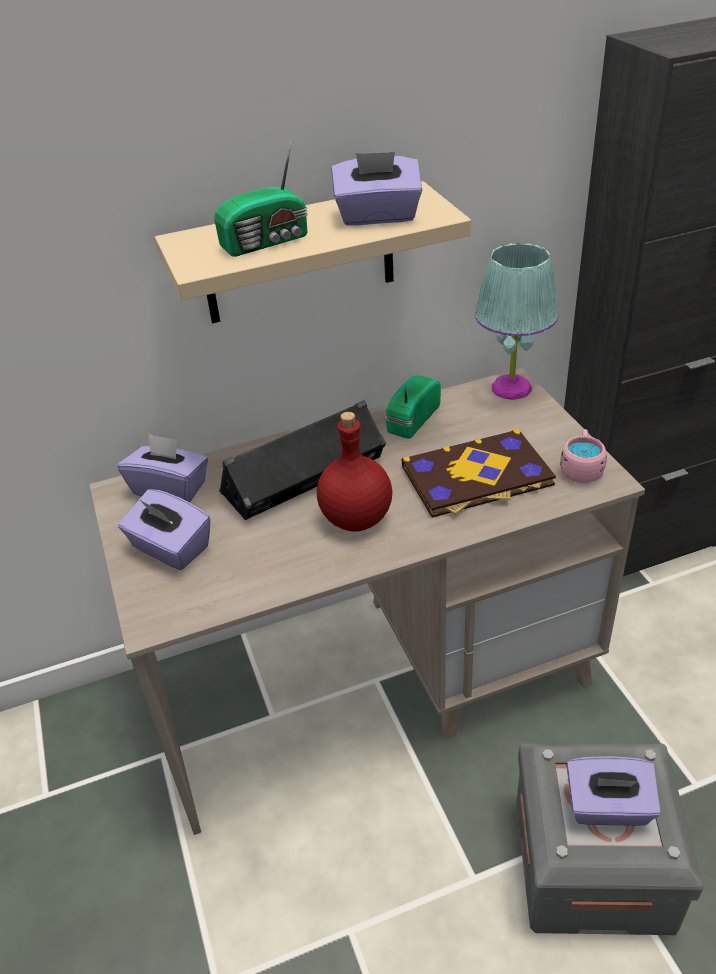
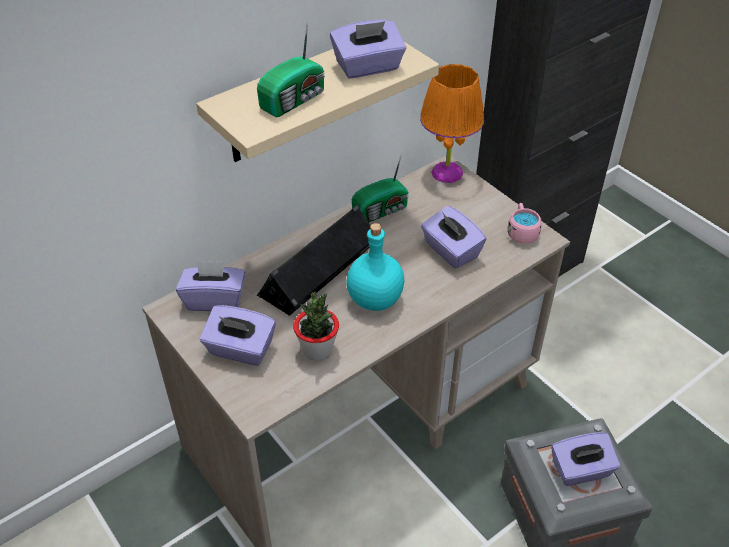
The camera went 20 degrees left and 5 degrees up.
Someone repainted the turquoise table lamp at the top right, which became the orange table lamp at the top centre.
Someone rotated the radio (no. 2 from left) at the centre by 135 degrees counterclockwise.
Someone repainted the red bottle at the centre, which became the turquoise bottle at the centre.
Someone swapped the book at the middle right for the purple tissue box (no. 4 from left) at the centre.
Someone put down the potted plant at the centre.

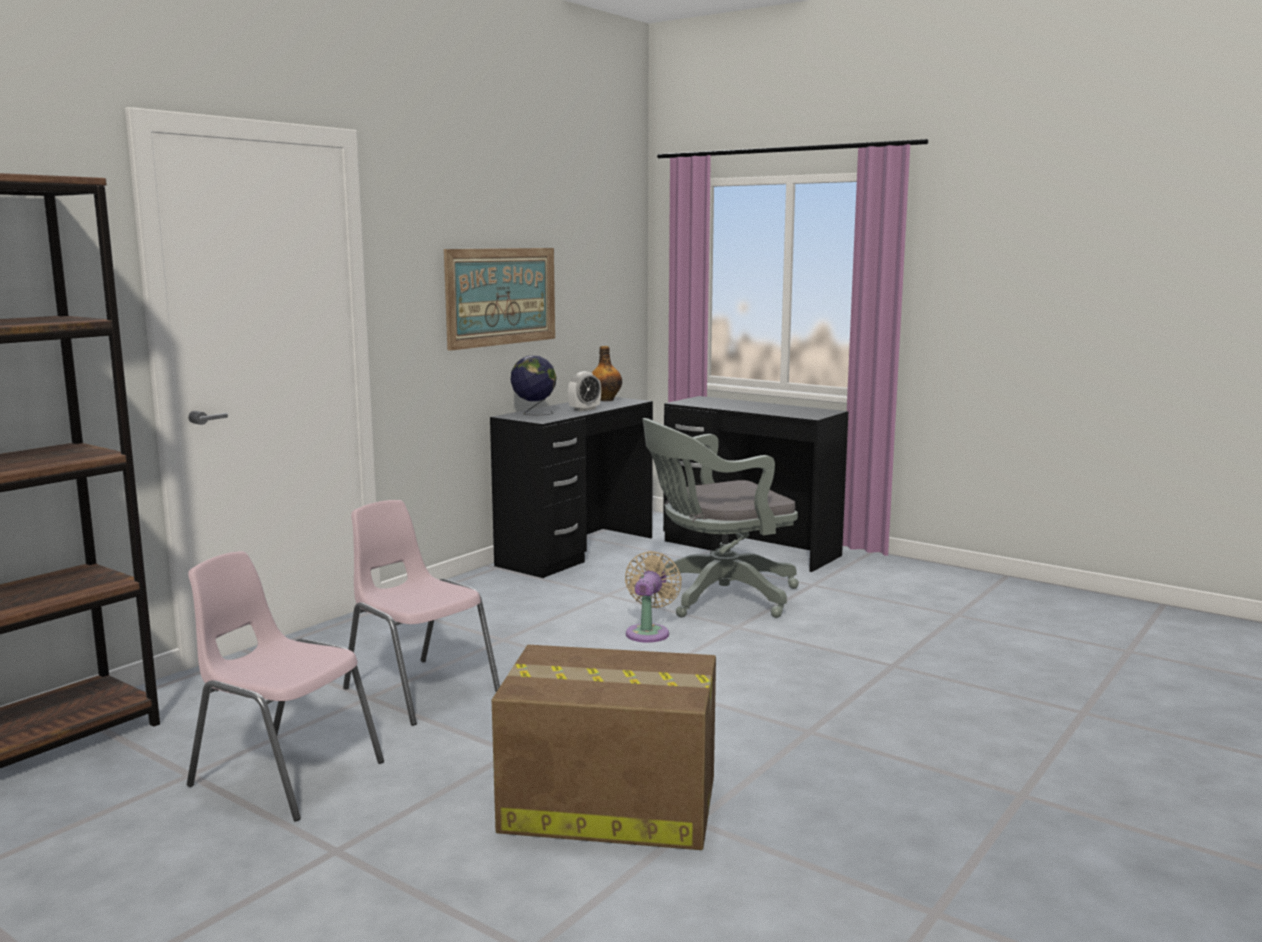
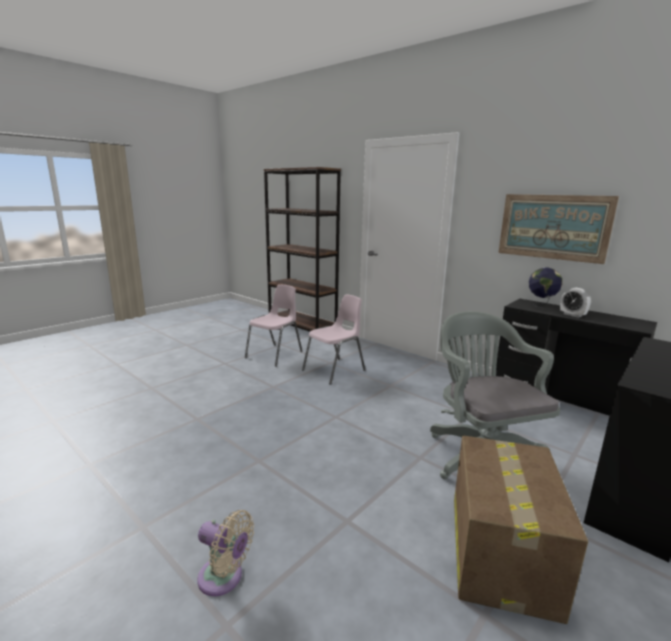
The camera went 95 degrees right and 5 degrees up.
Someone took away the bottle at the centre.
Someone carried the beige fan from the centre to the bottom centre.
Someone carried the cardboard box from the bottom centre to the bottom right.

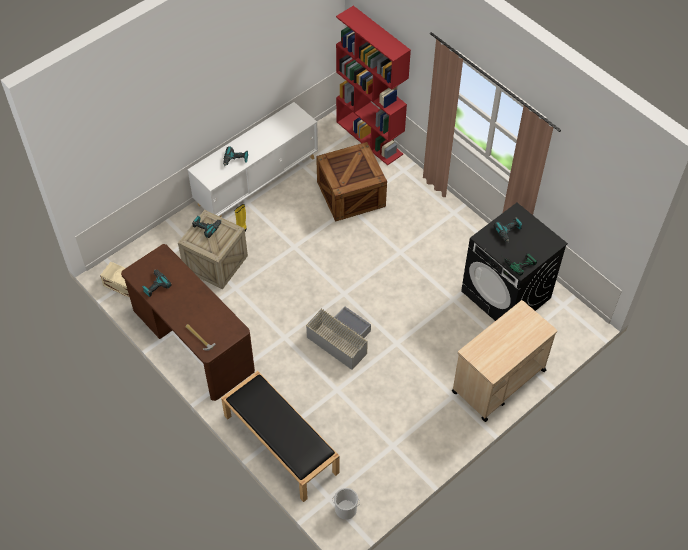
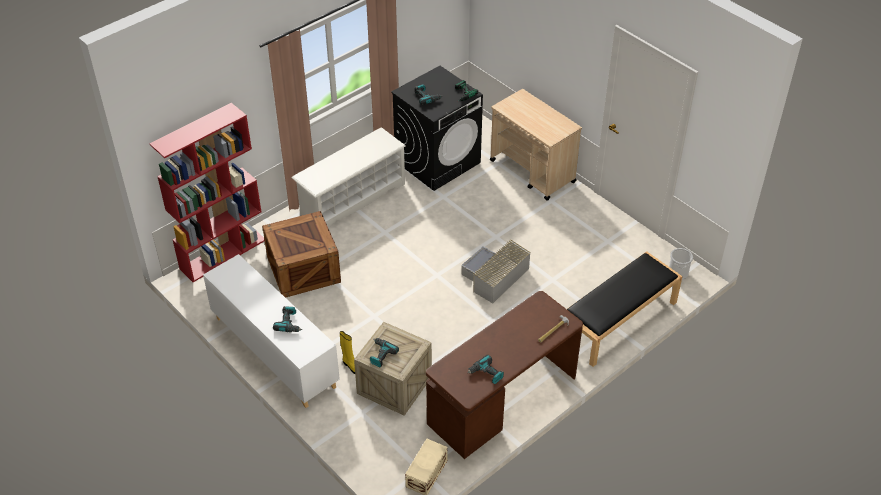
The camera went 90 degrees left and 10 degrees down.
Someone put down the white shoe rack at the centre.

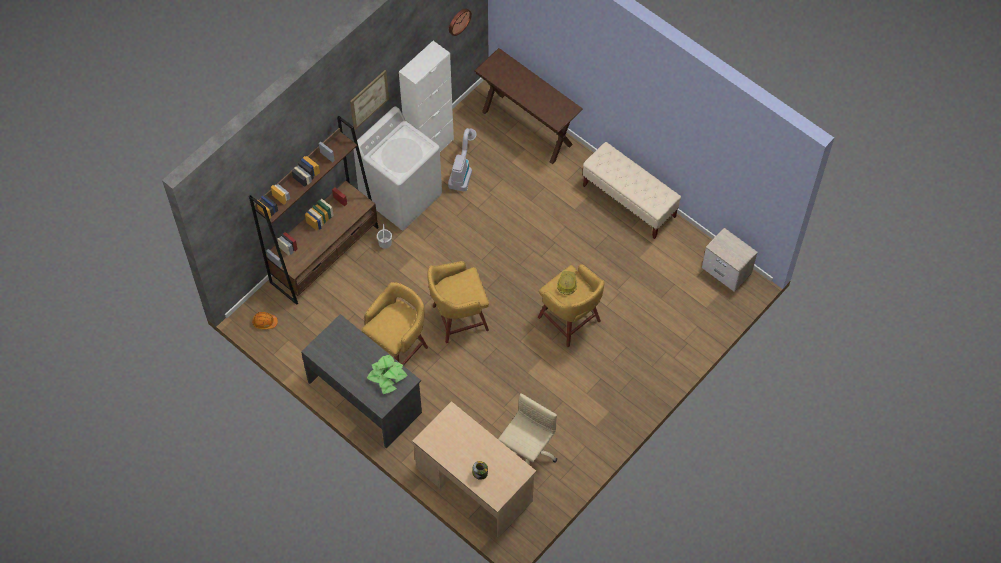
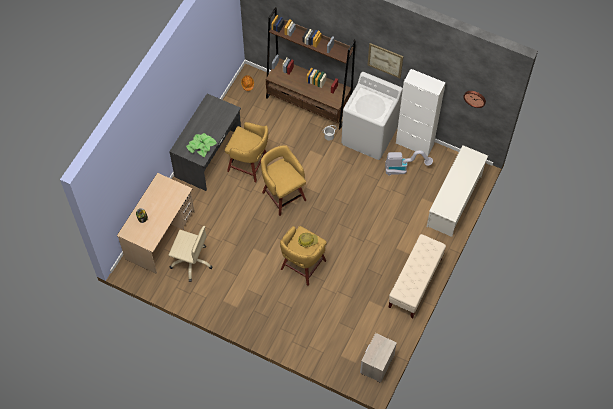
The camera went 75 degrees right and 0 degrees up.
Someone swapped the brown console table at the top centre for the white shoe rack at the middle right.

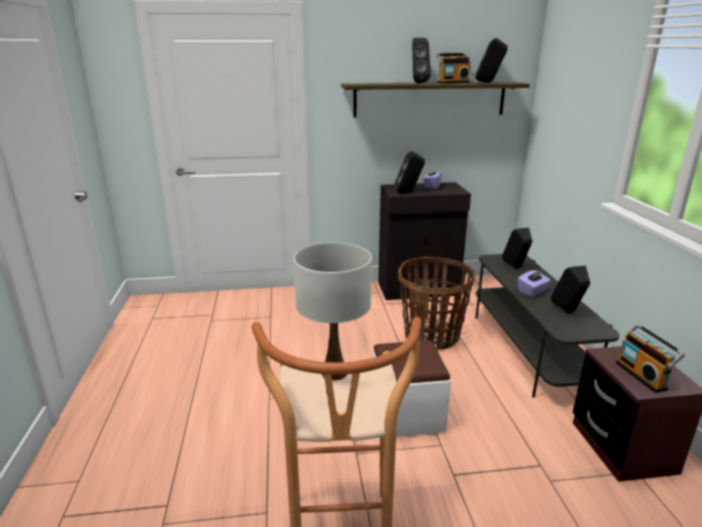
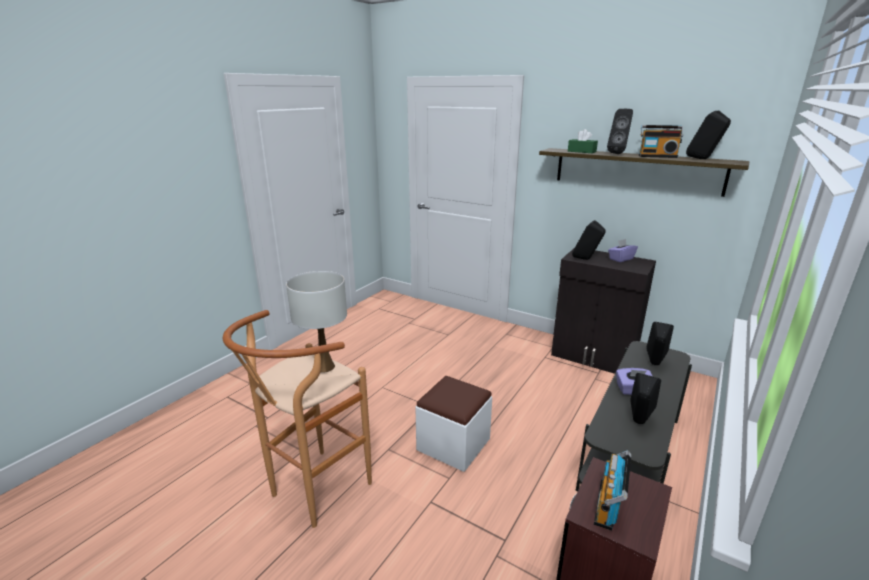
The camera went 40 degrees right and 0 degrees up.
Someone took away the basket at the centre.
Someone put down the green tissue box at the top right.

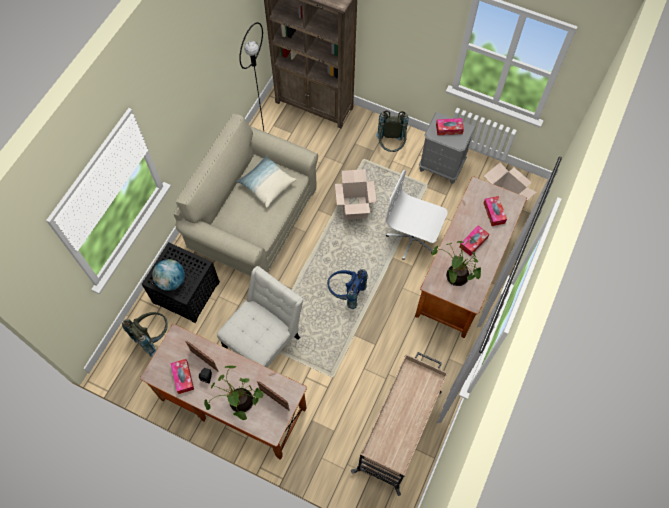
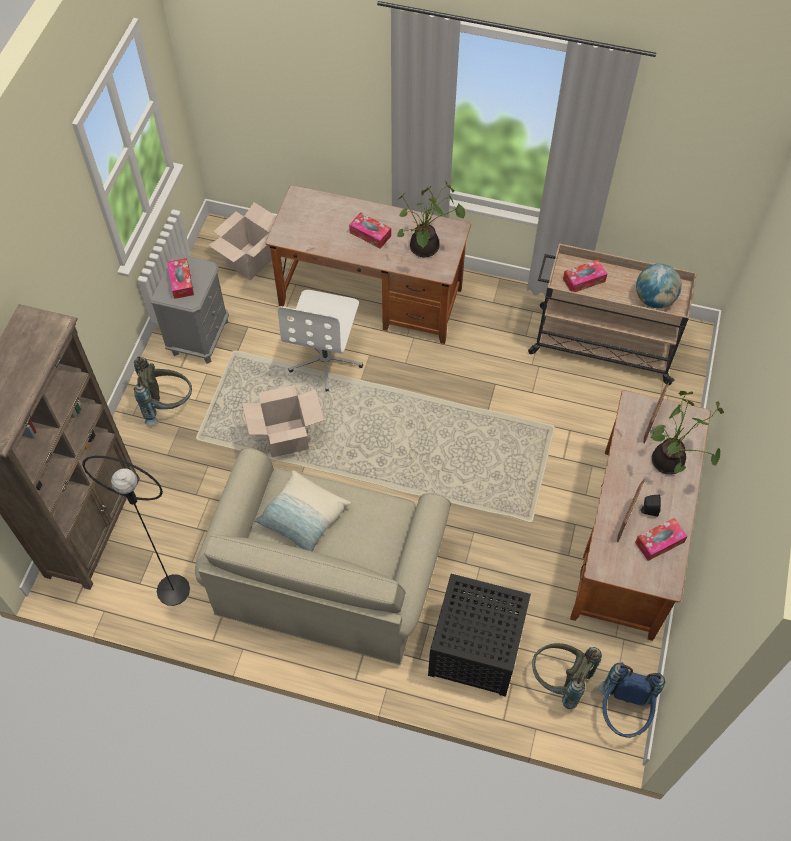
The camera went 100 degrees left and 5 degrees down.
Someone carried the tissue box (no. 4 from left in the first image) from the middle right to the top right.
Someone carried the globe from the middle left to the middle right.
Someone took away the white chair at the centre.
Someone carried the blue backpack from the centre to the bottom right.

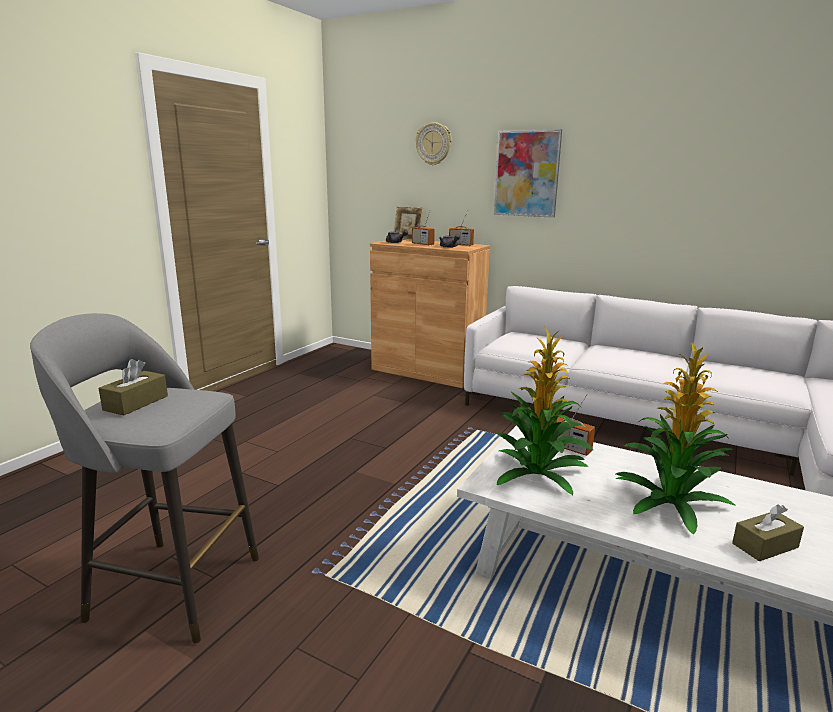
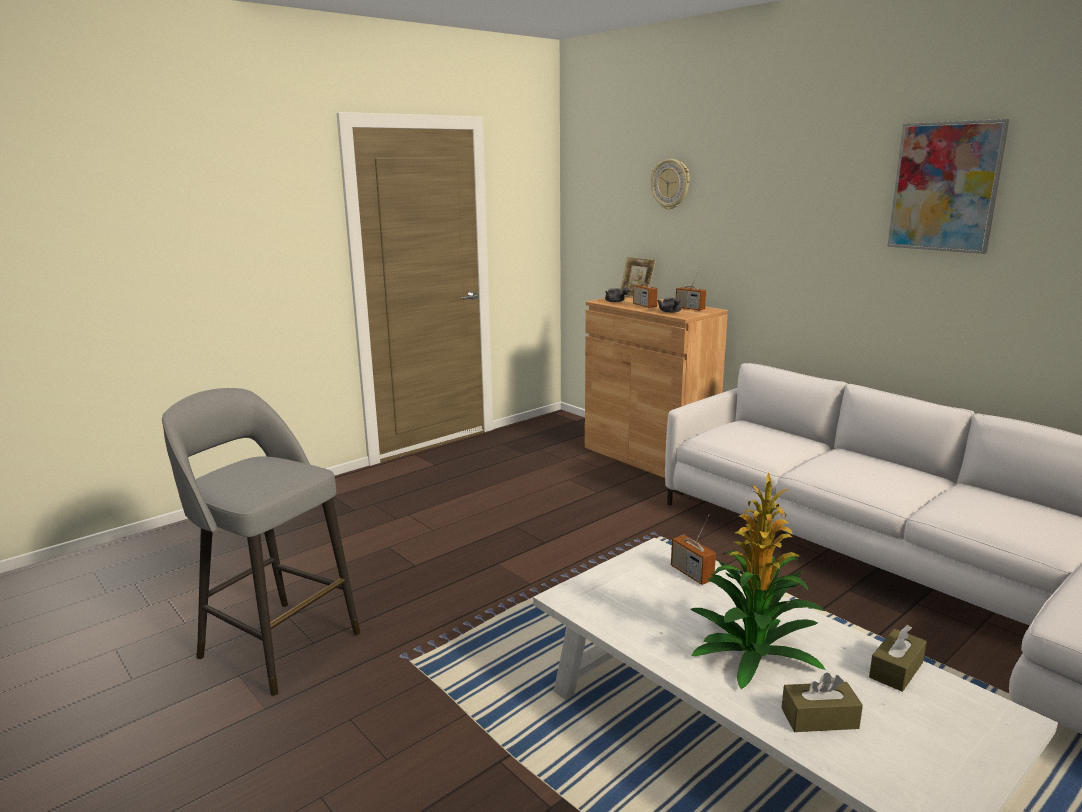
The camera went 20 degrees right and 0 degrees up.
Someone carried the picture from the top centre to the top right.
Someone took away the potted plant (no. 1 from left) at the centre.
Someone carried the brown tissue box (no. 1 from left in the first image) from the middle left to the bottom right.

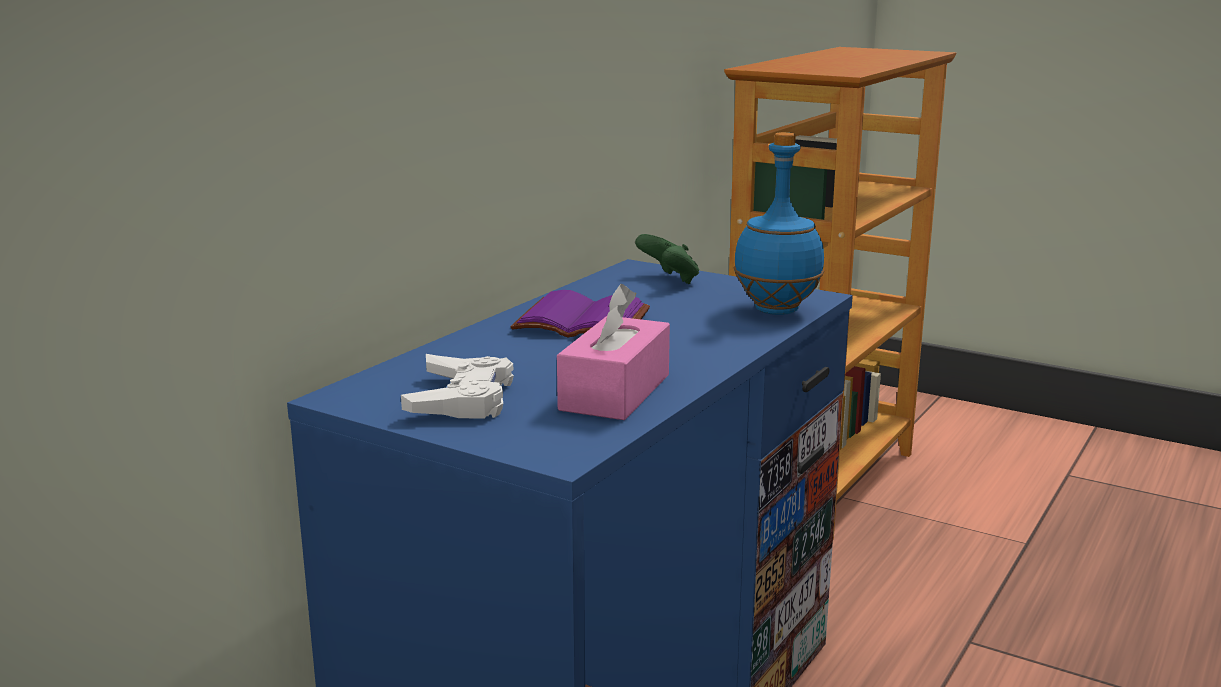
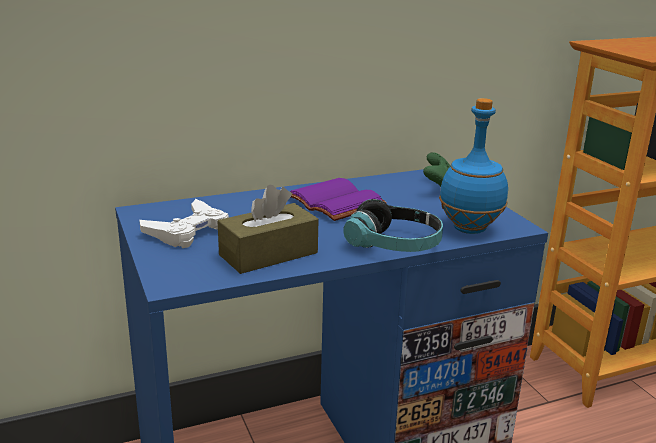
The camera went 35 degrees right and 5 degrees up.
Someone repainted the pink tissue box at the centre, which became the brown tissue box at the centre.
Someone put down the headphones at the centre.

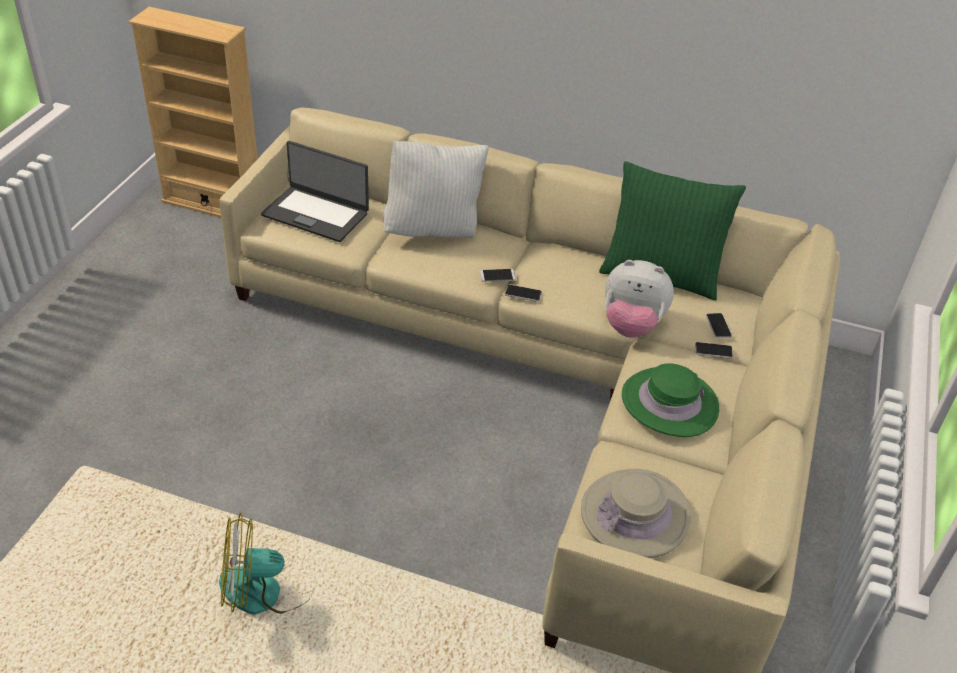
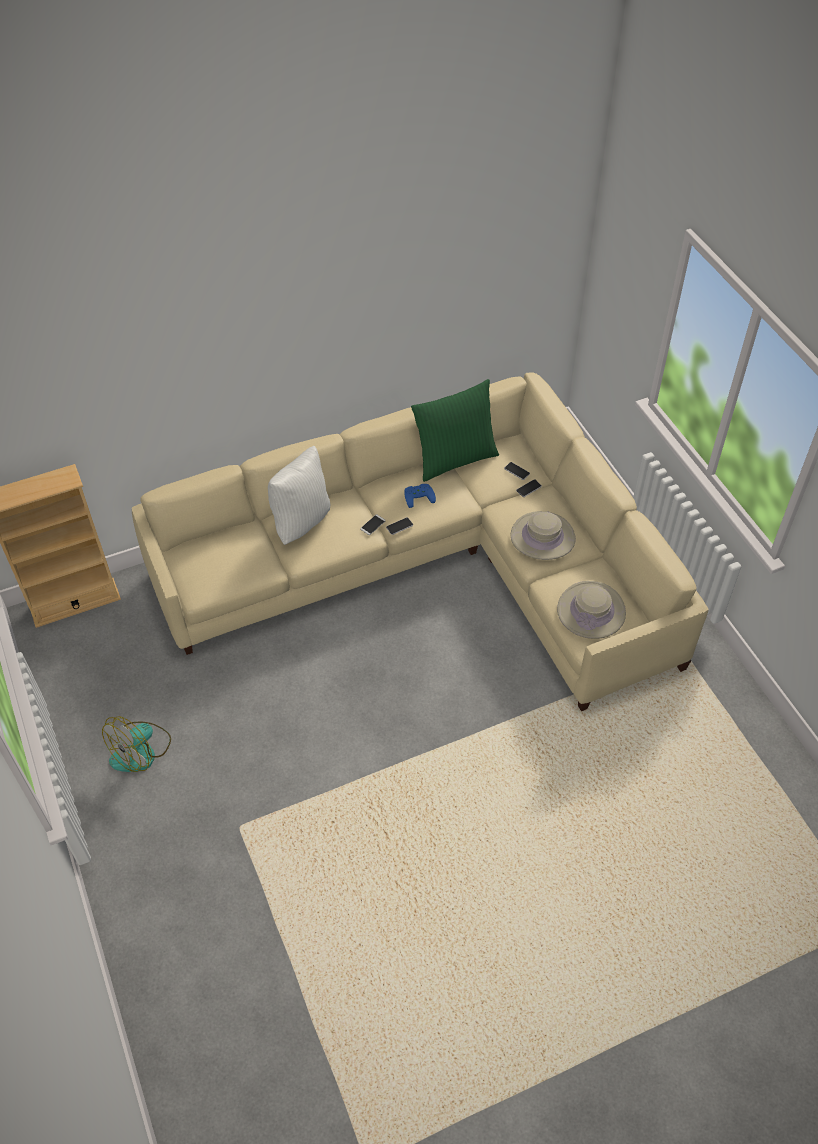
The camera went 40 degrees left and 10 degrees up.
Someone took away the laptop at the top left.
Someone took away the plush toy at the middle right.
Someone repainted the green hat at the middle right, which became the beige hat (no. 1 from left) at the centre.
Someone carried the fan from the bottom left to the middle left.
Someone put down the blue game controller at the centre.

